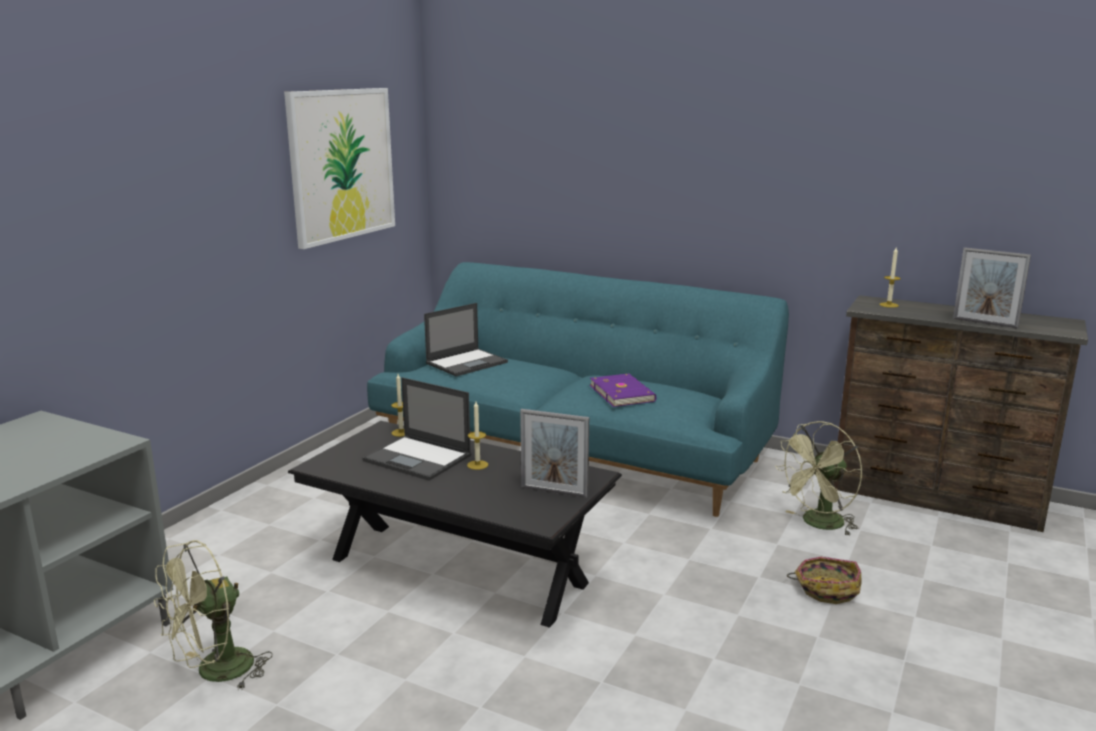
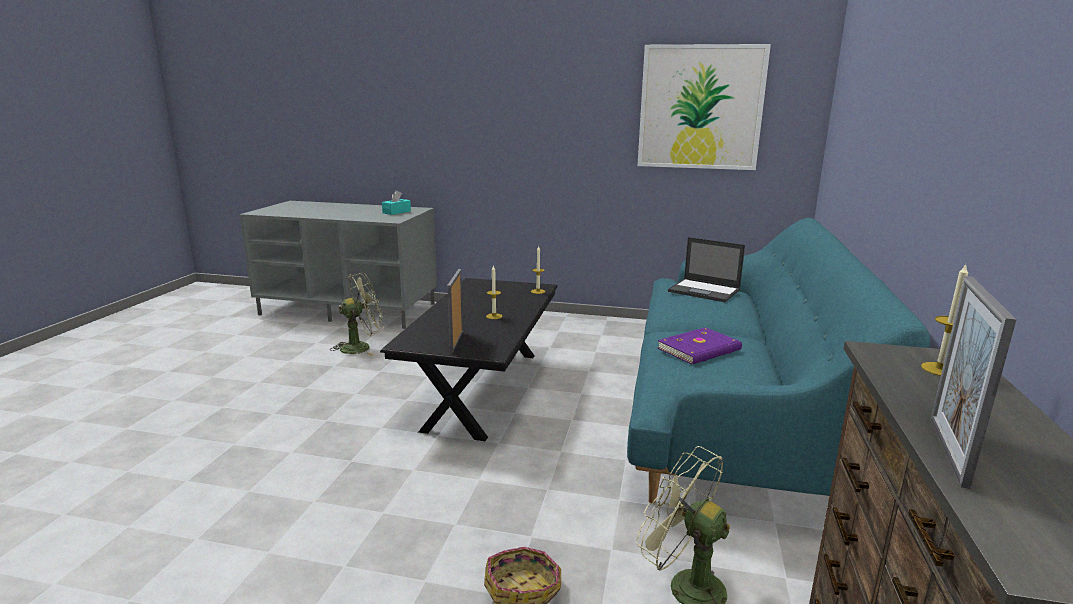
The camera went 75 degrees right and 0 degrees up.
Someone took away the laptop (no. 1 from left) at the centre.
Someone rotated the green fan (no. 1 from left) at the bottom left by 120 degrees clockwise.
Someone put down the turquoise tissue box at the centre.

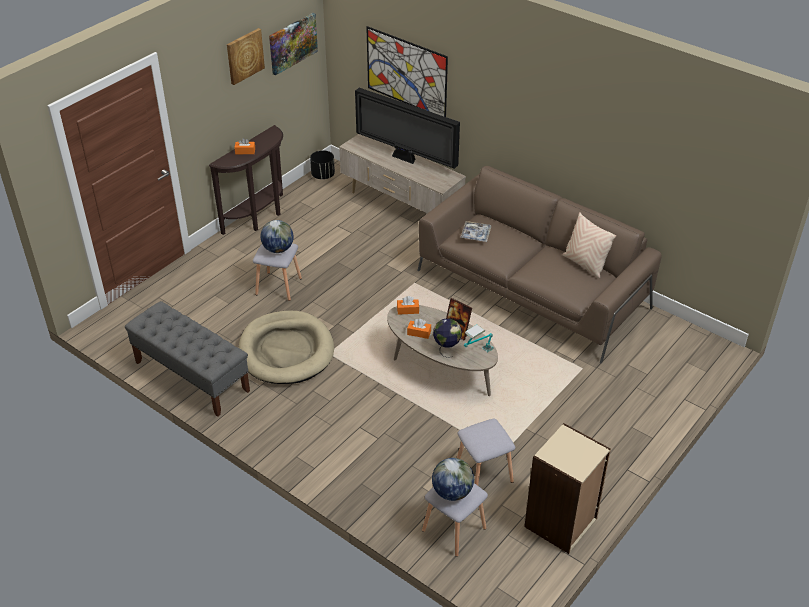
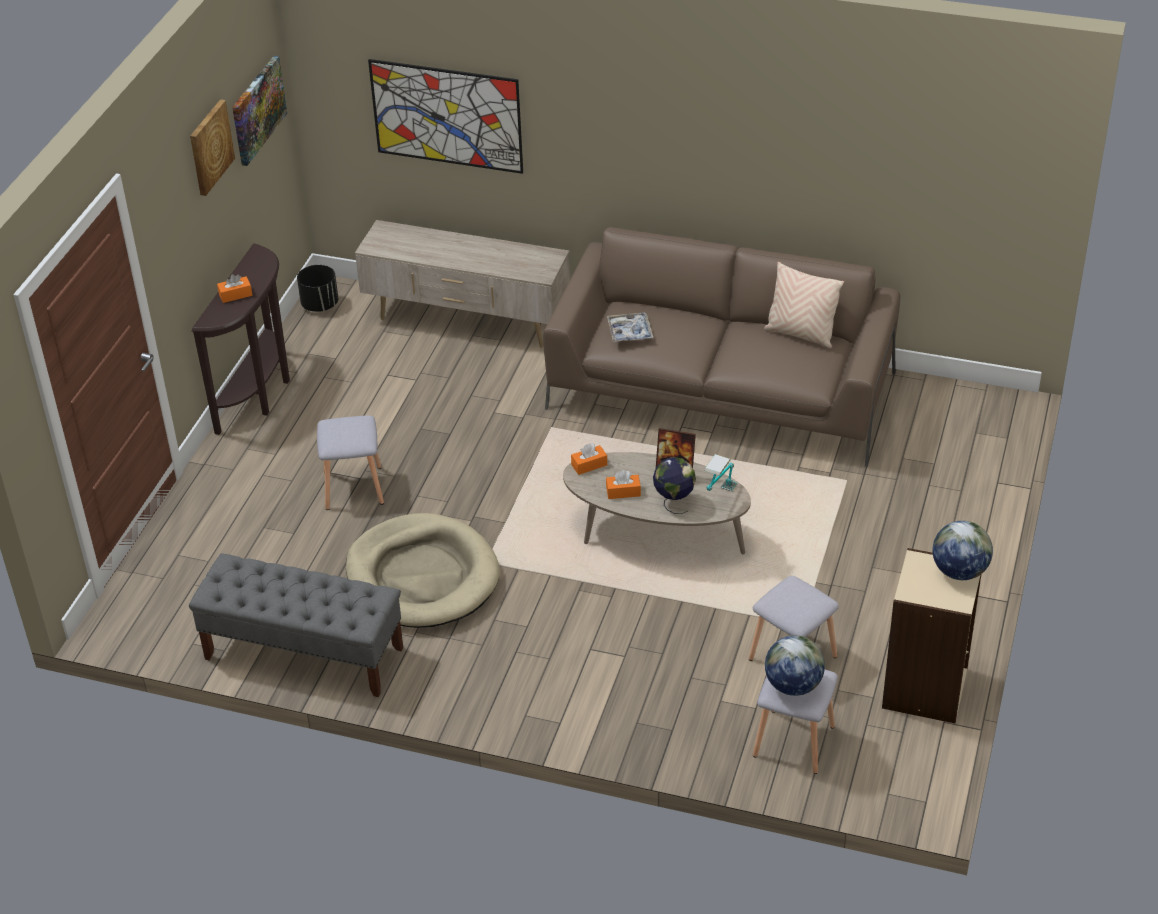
The camera went 20 degrees left and 0 degrees up.
Someone took away the television at the top centre.
Someone carried the globe (no. 1 from left in the first image) from the centre to the middle right.

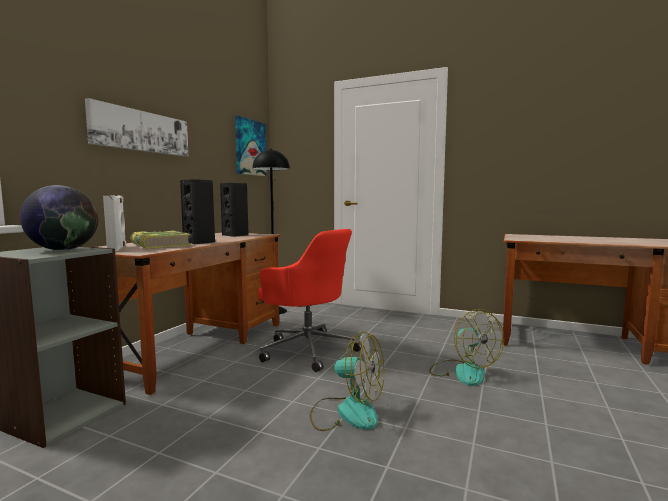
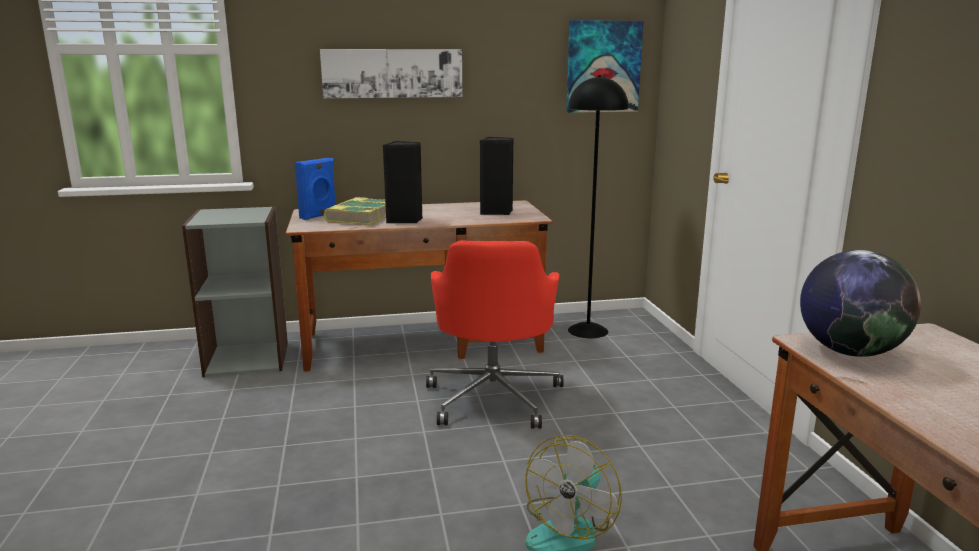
The camera went 55 degrees right and 10 degrees up.
Someone carried the globe from the middle left to the middle right.
Someone repainted the white speaker at the middle left, which became the blue speaker at the middle left.
Someone took away the fan (no. 1 from left) at the bottom centre.

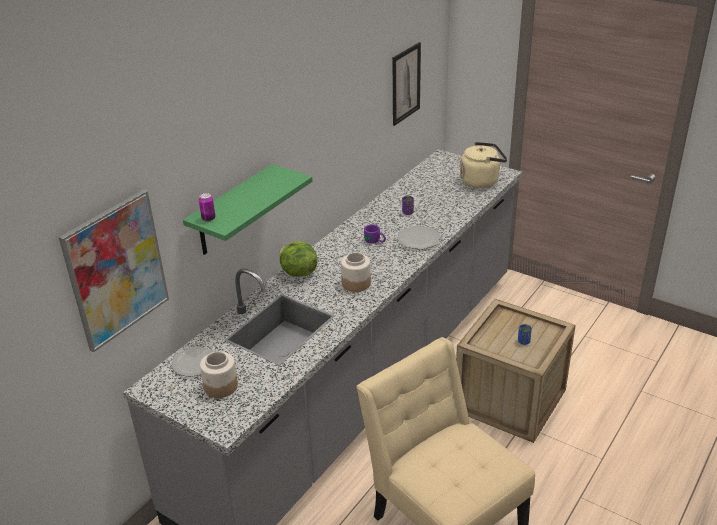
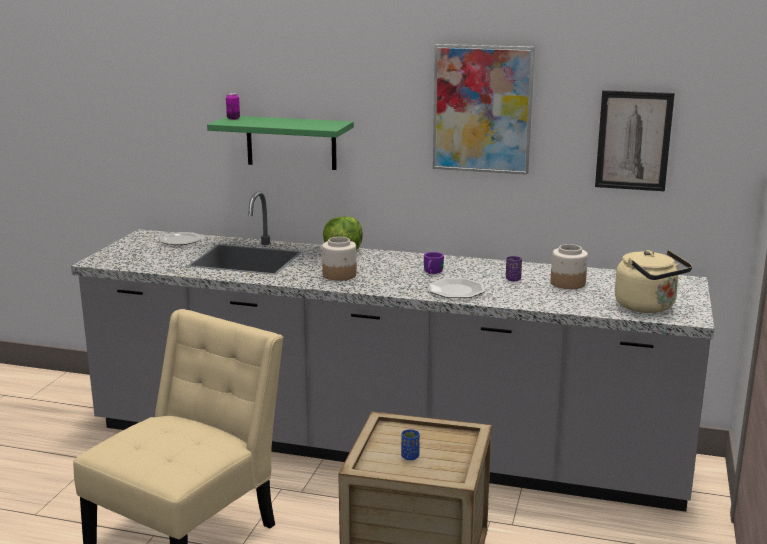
The camera went 70 degrees right and 15 degrees down.
Someone carried the picture (no. 1 from left) from the middle left to the top centre.
Someone carried the jar (no. 1 from left in the first image) from the bottom left to the middle right.

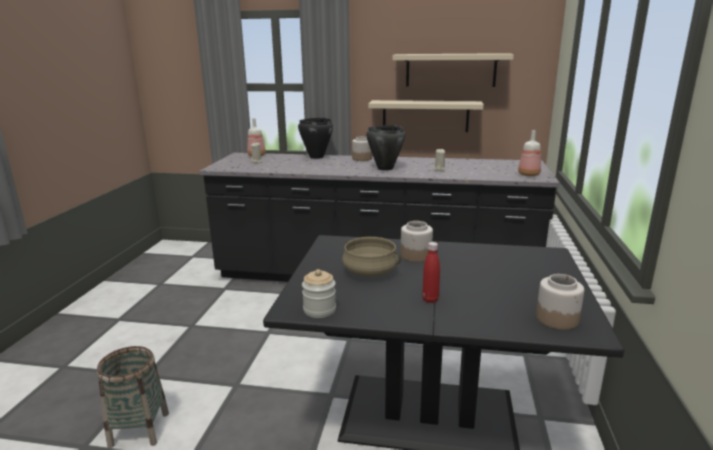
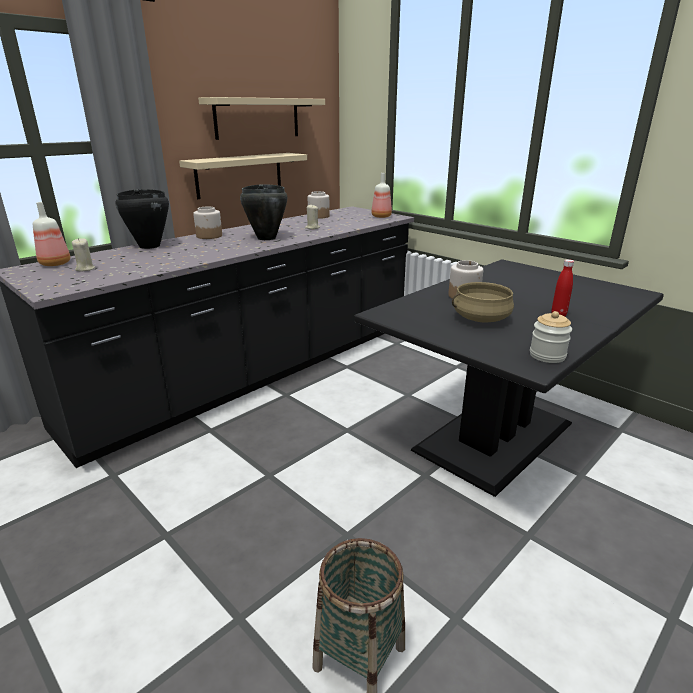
The camera went 55 degrees left and 5 degrees up.
Someone carried the jar (no. 4 from left in the first image) from the bottom right to the top centre.

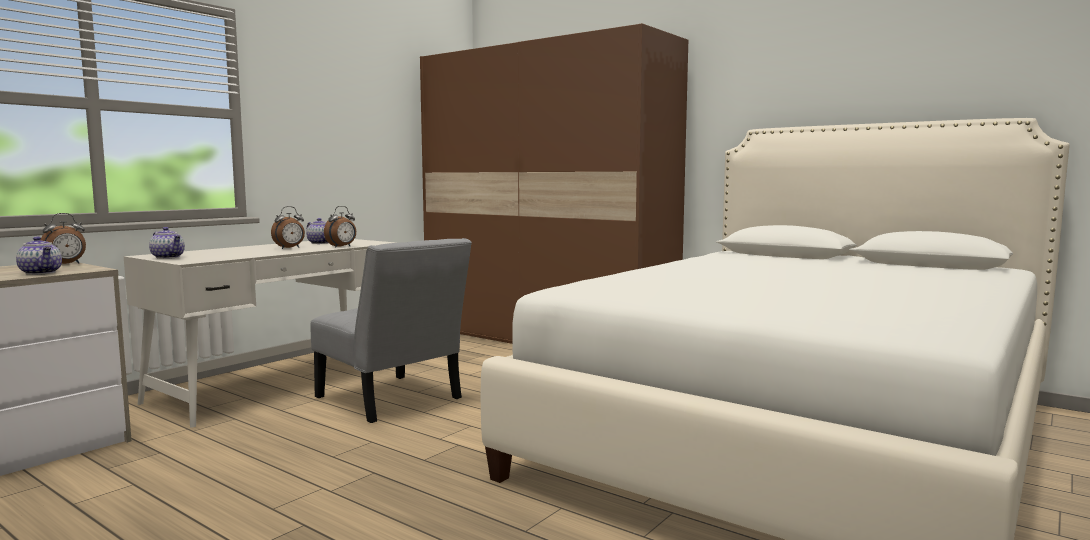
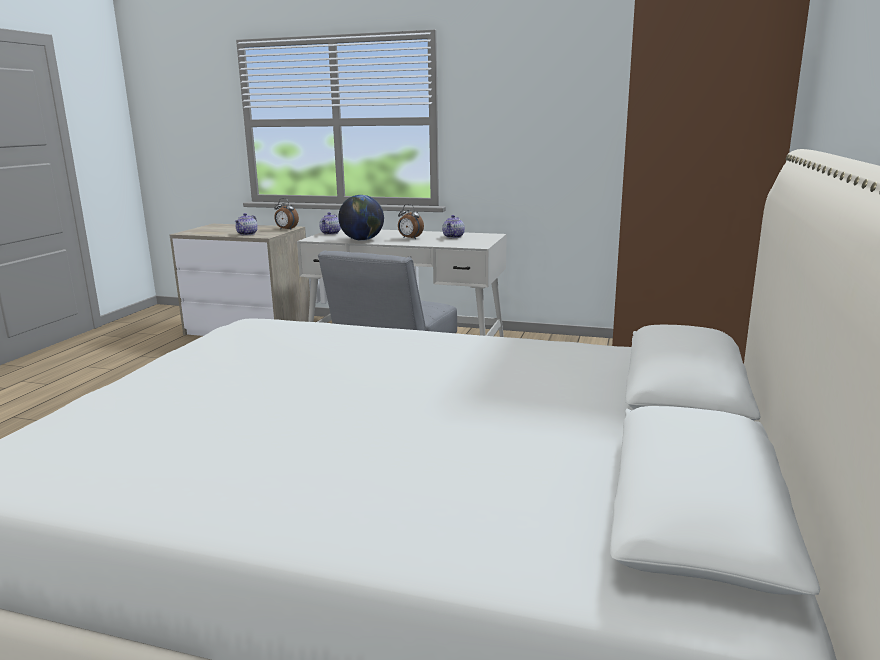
The camera went 70 degrees right and 10 degrees up.
Someone took away the alarm clock (no. 3 from left) at the middle left.
Someone put down the globe at the top centre.

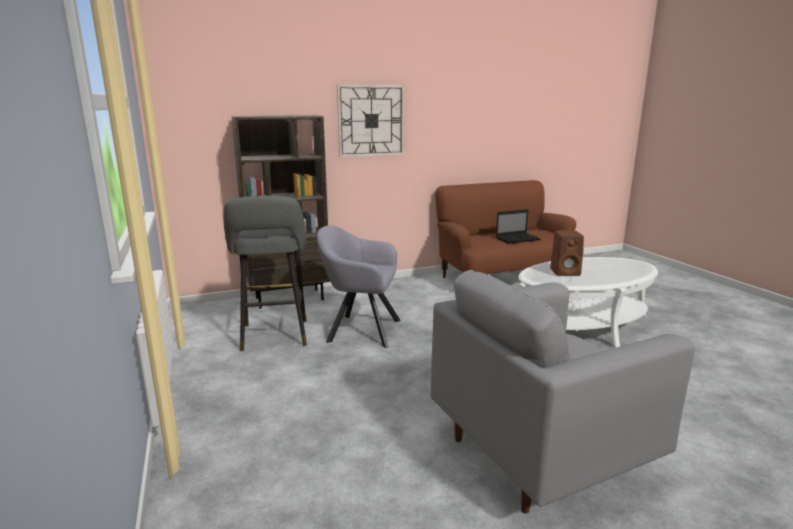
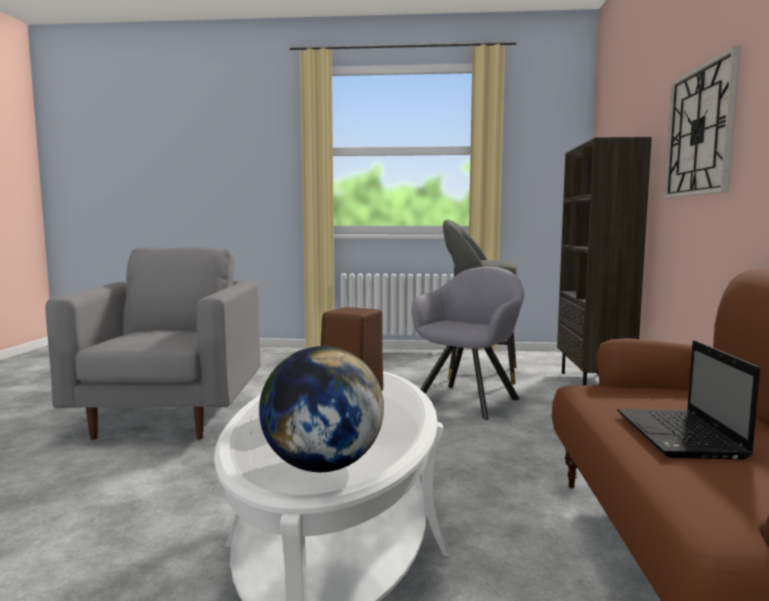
The camera went 115 degrees right and 10 degrees down.
Someone put down the globe at the bottom centre.

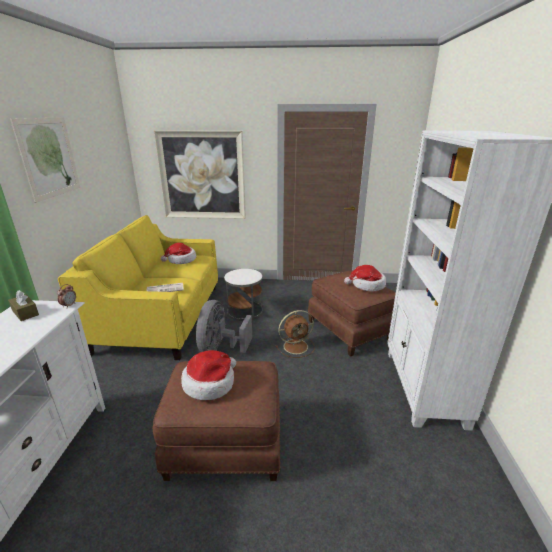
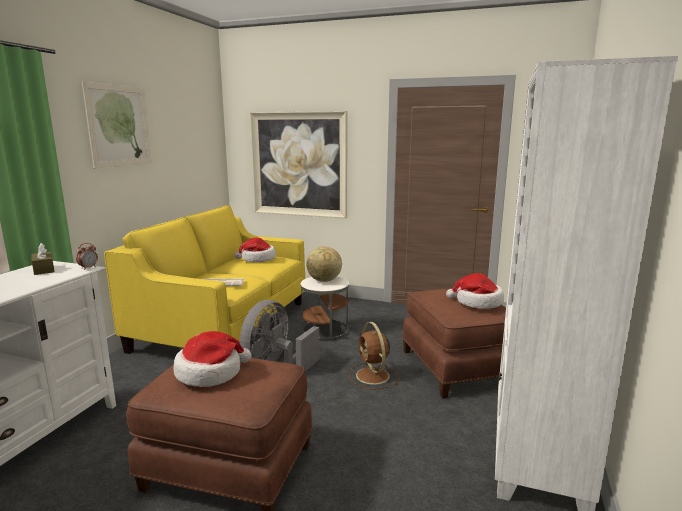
The camera went 15 degrees right and 10 degrees down.
Someone rotated the brown fan at the centre by 75 degrees clockwise.
Someone put down the globe at the centre.

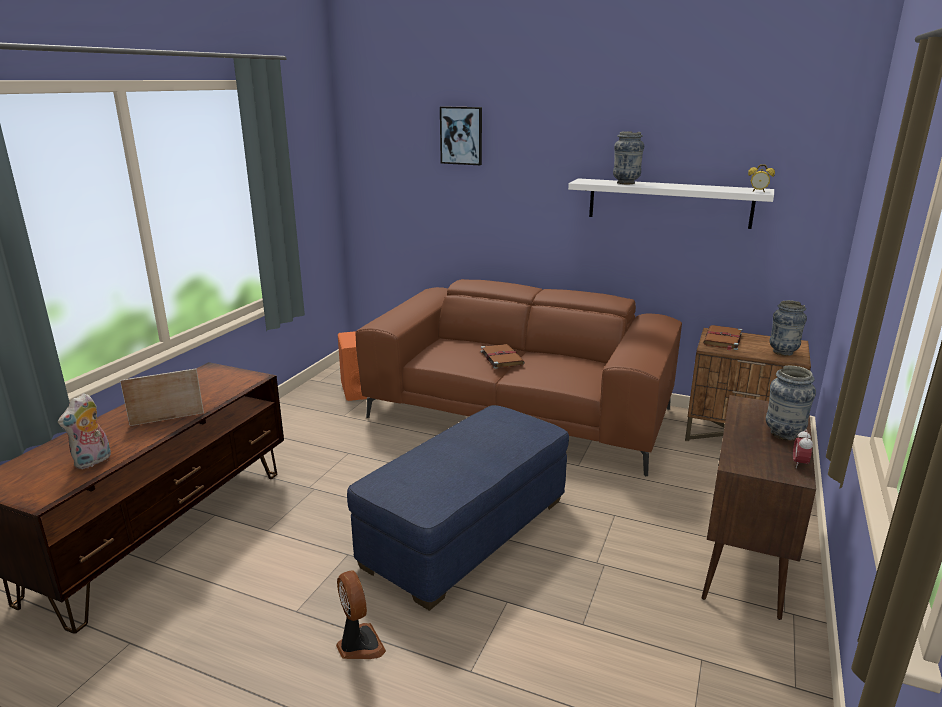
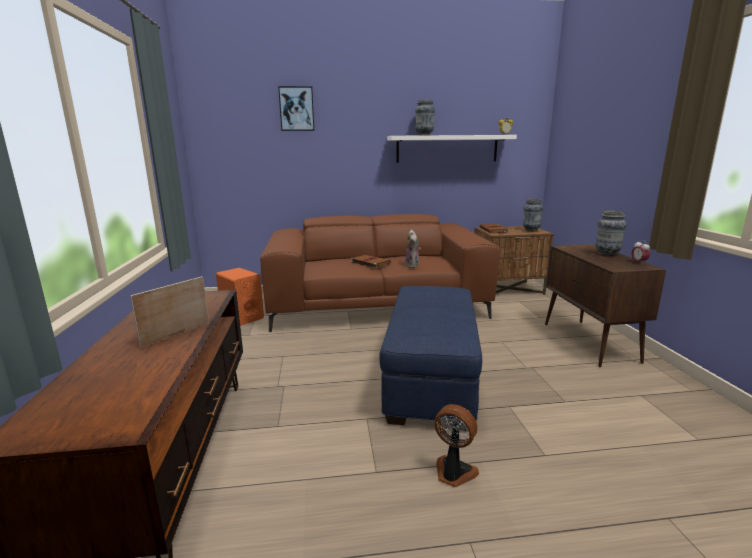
The camera went 30 degrees left and 5 degrees down.
Someone carried the plush toy from the middle left to the centre.

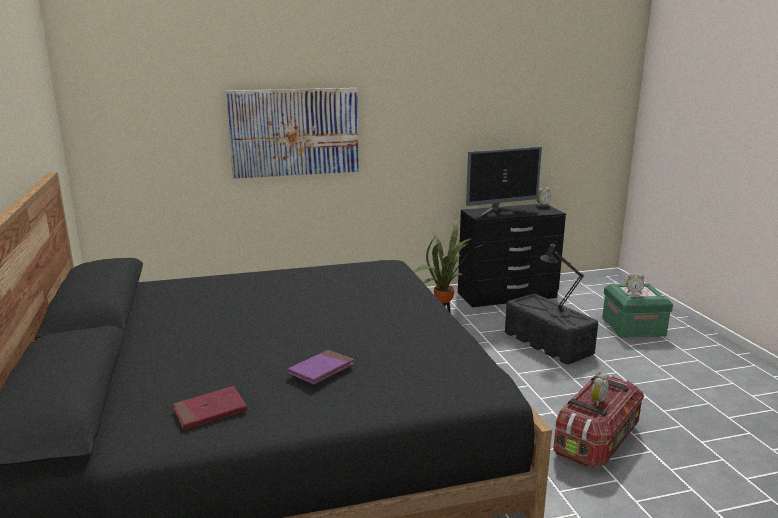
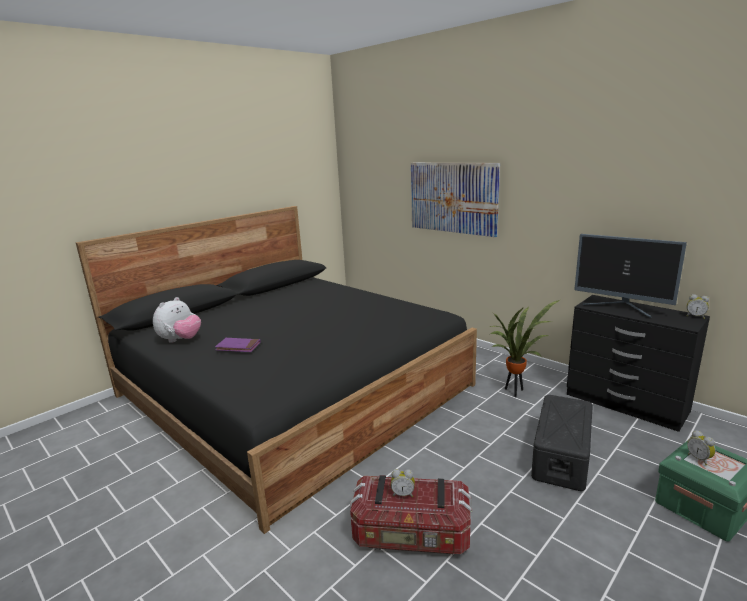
The camera went 60 degrees right and 0 degrees up.
Someone took away the black table lamp at the middle right.
Someone swapped the red book at the bottom left for the plush toy at the middle left.

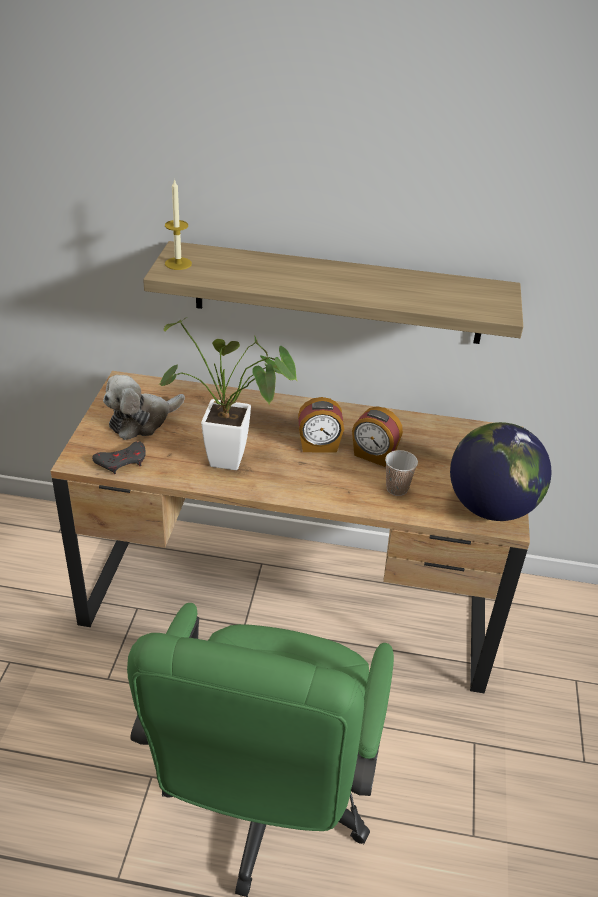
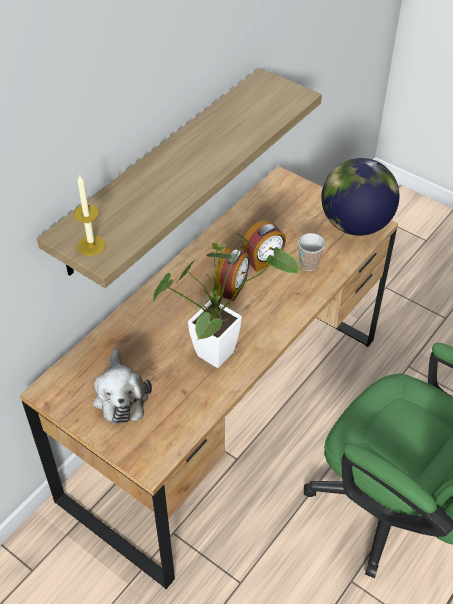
The camera went 60 degrees left and 10 degrees up.
Someone took away the grey game controller at the middle left.

